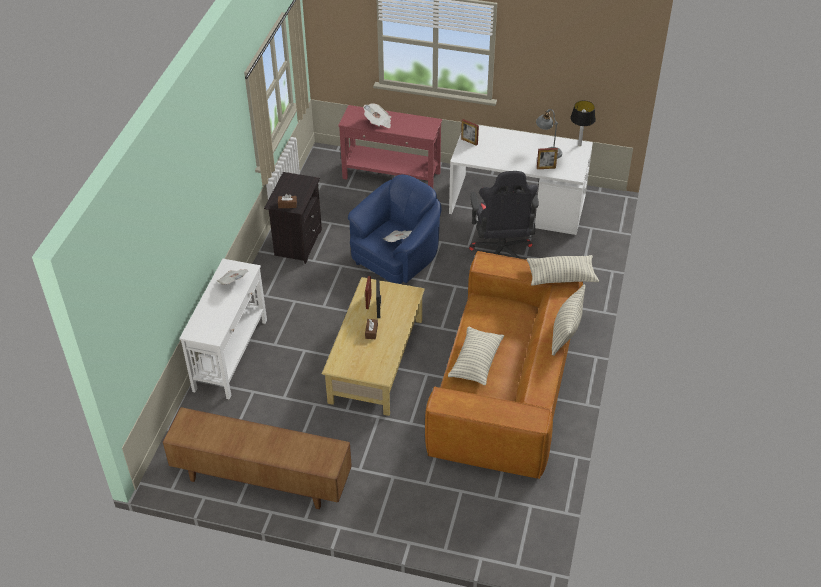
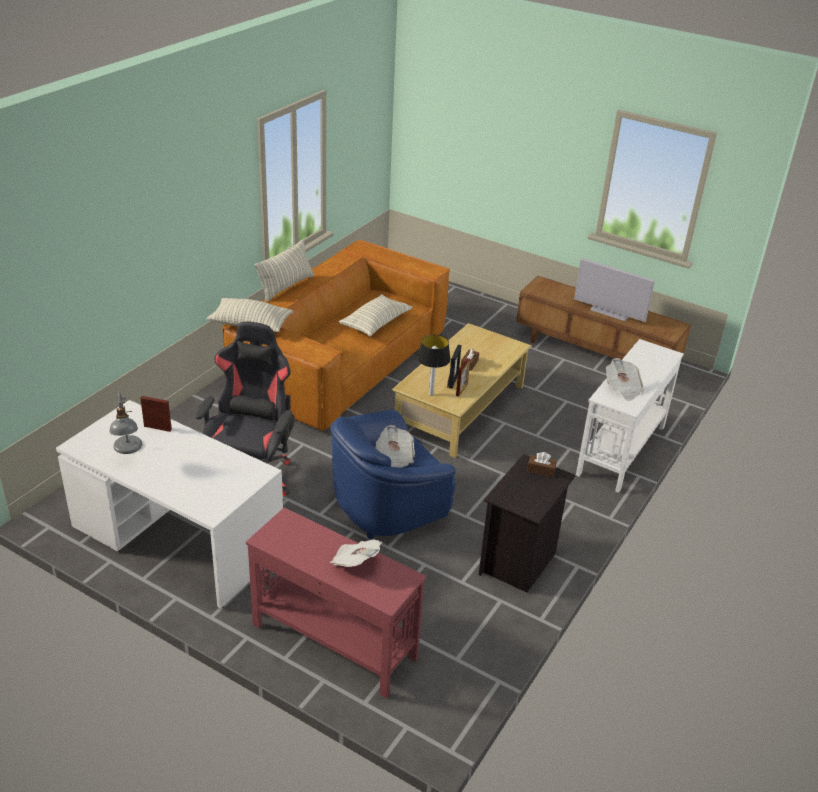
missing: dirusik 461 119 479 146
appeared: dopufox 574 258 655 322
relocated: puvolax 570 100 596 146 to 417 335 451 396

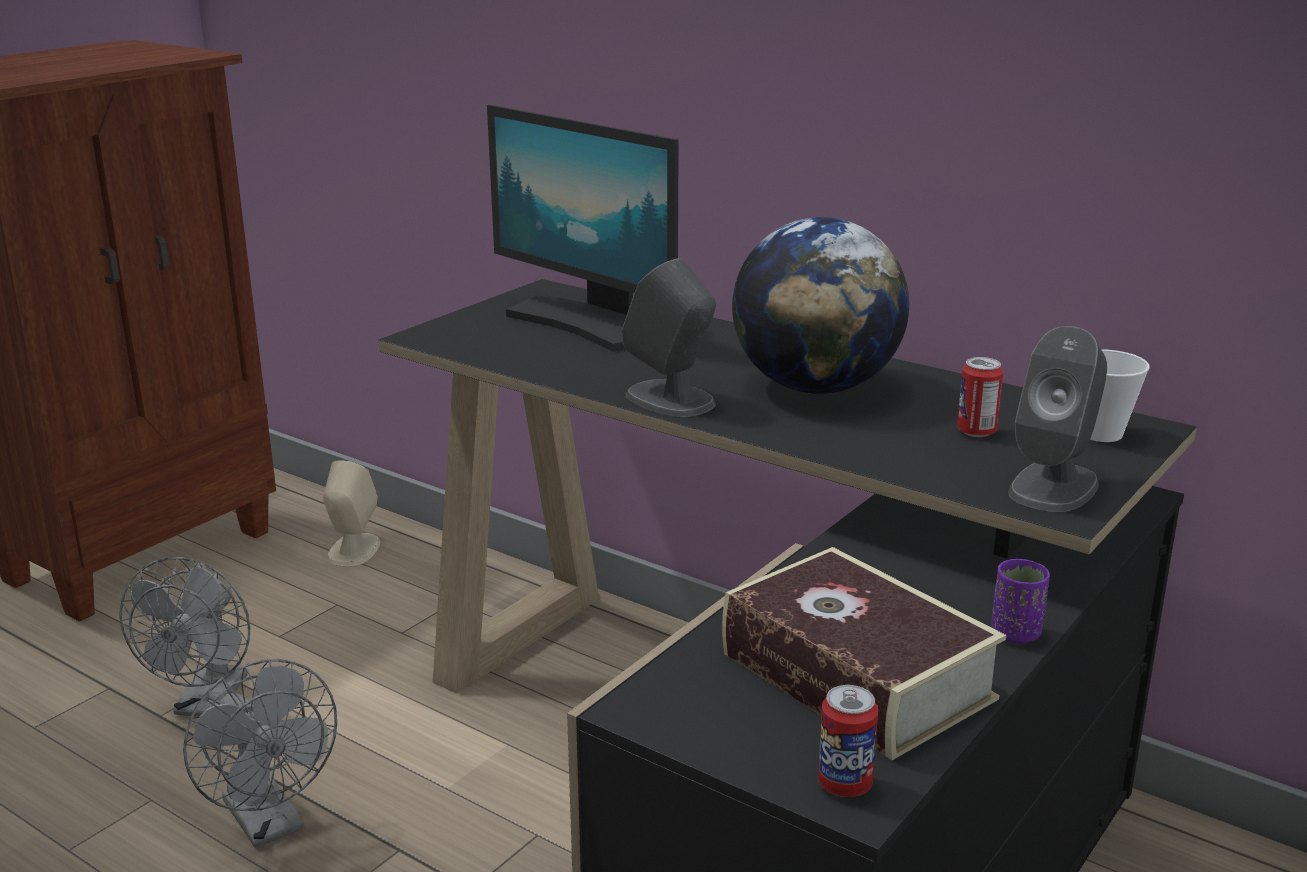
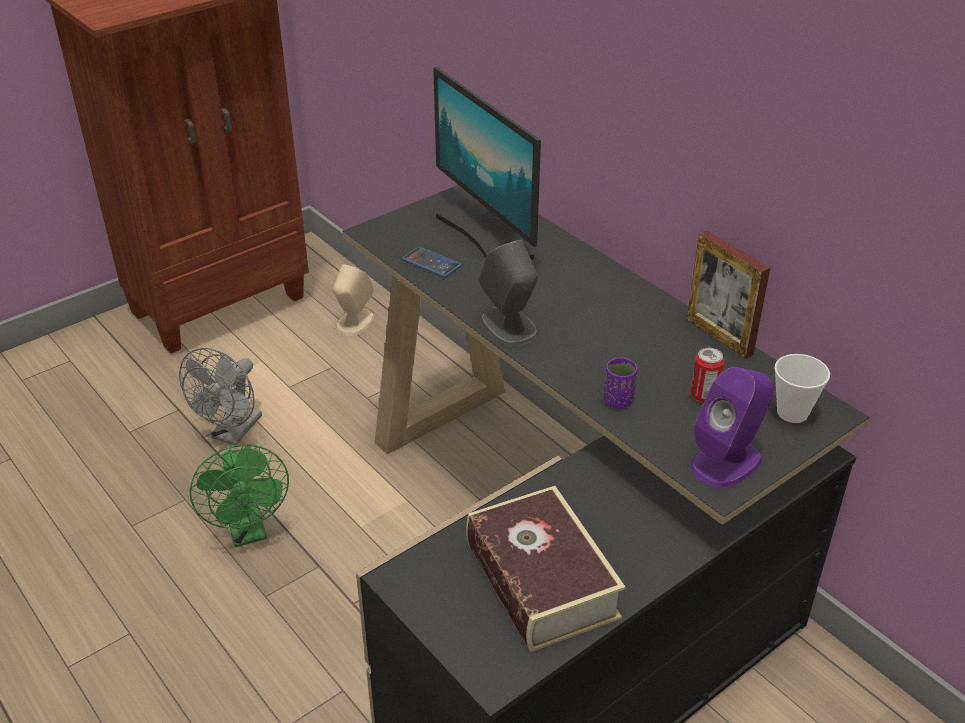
missing: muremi 732 217 909 394; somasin 818 685 878 797
appeared: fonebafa 402 247 462 278; dirusik 687 231 770 359
relocated: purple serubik 991 559 1050 644 to 603 358 637 408
colour: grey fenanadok 183 659 337 848 to green fenanadok 189 445 289 547; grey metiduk 1008 326 1107 512 to purple metiduk 690 367 774 488

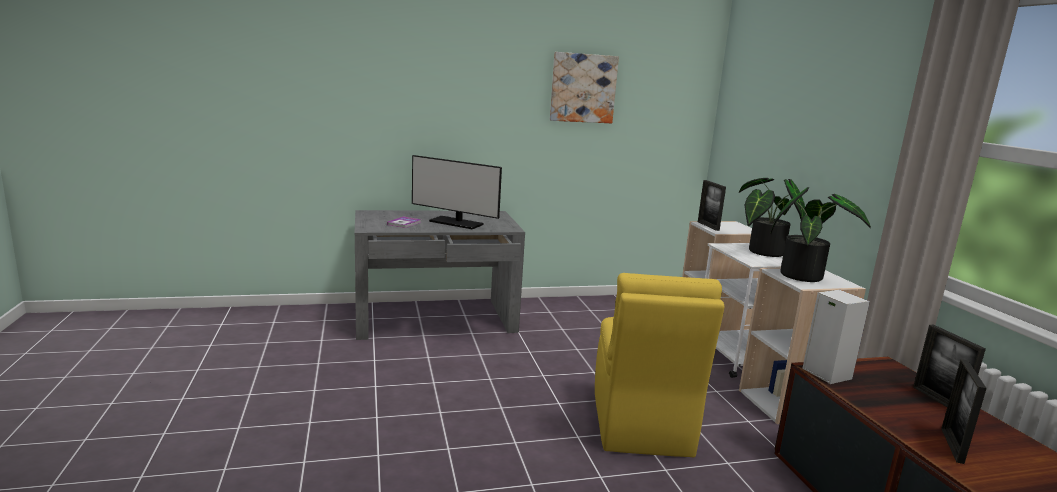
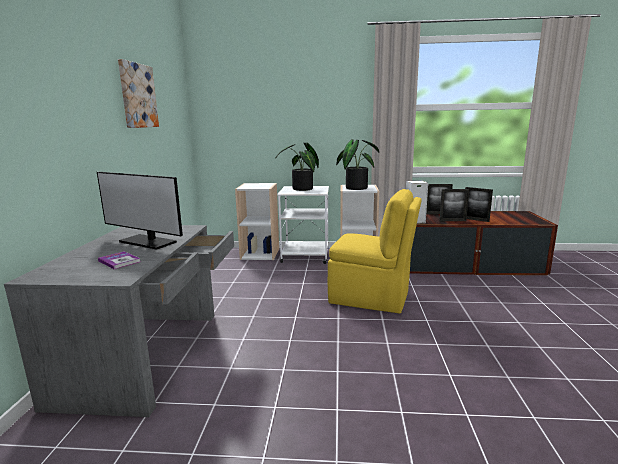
relocated: dirusik 698 180 726 231 to 440 189 469 221
spun: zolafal 412 155 502 229 = 97 172 183 250 75 degrees clockwise

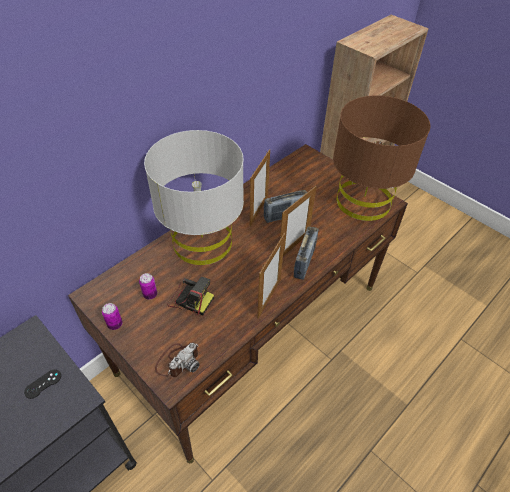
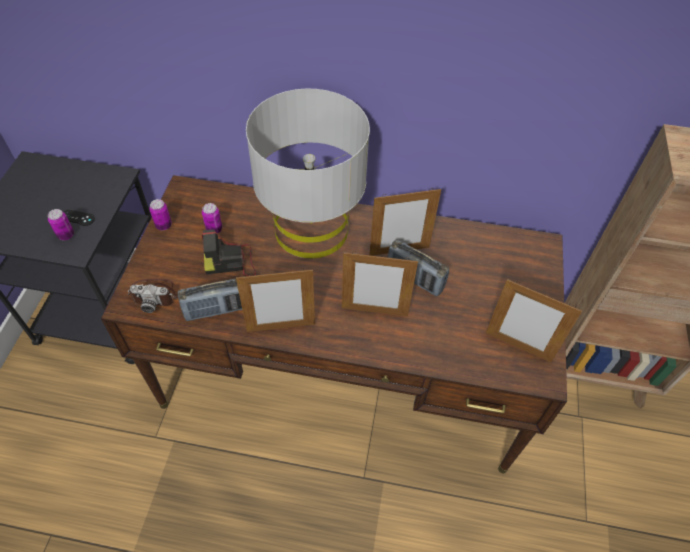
appeared: somasin 48 209 74 240
relocated: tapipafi 294 227 318 280 to 178 279 242 321
exchanged: brown puvolax 333 96 431 221 to dirusik 486 279 582 362
spun: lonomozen 167 277 214 315 = 202 230 256 276 90 degrees clockwise

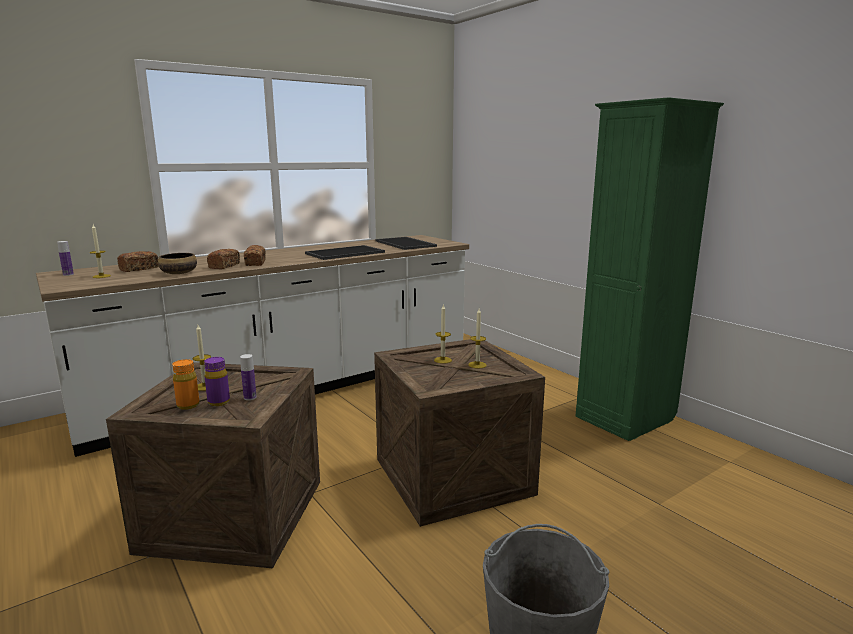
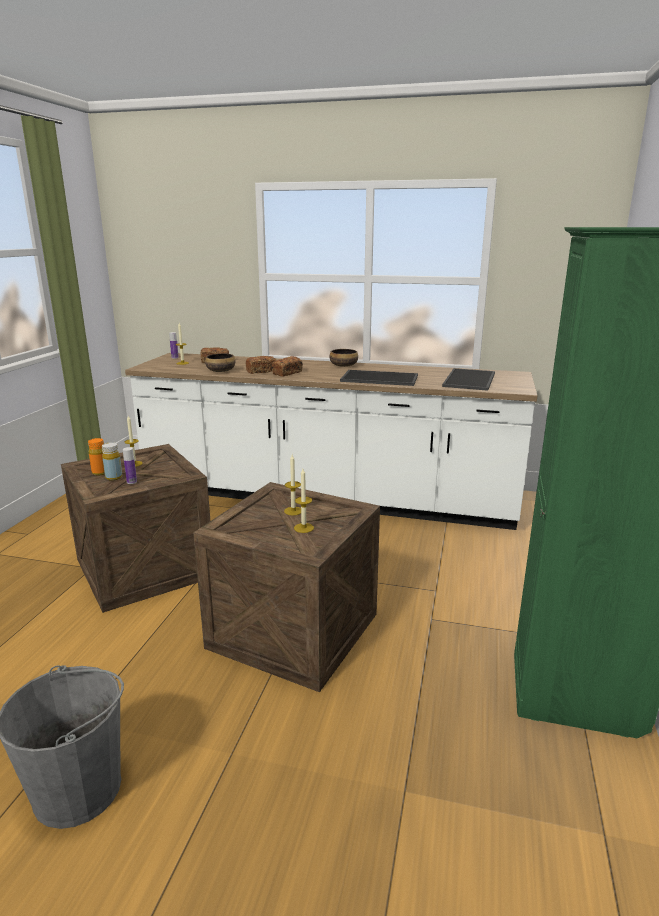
appeared: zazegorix 330 349 358 367
colour: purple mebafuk 204 357 230 406 to yellow mebafuk 102 442 122 481

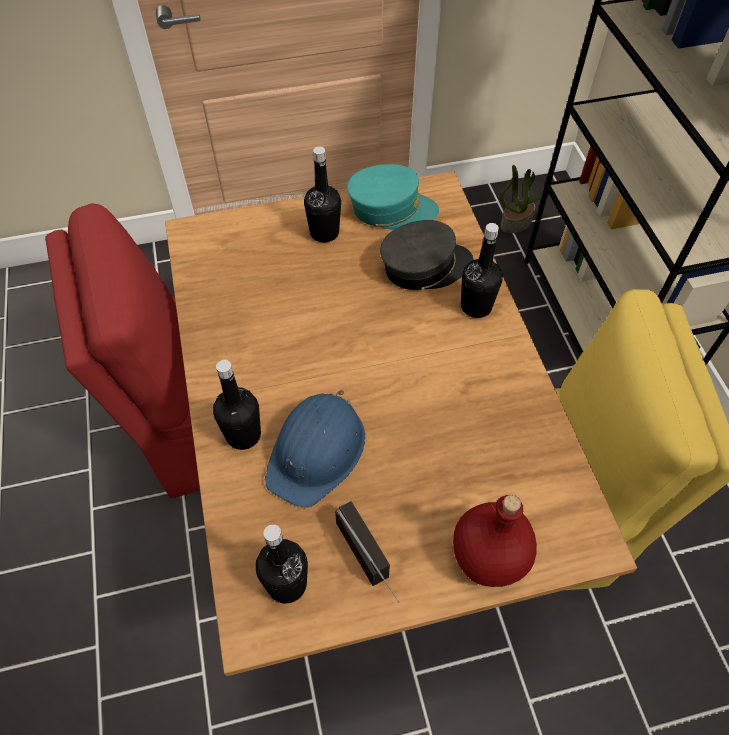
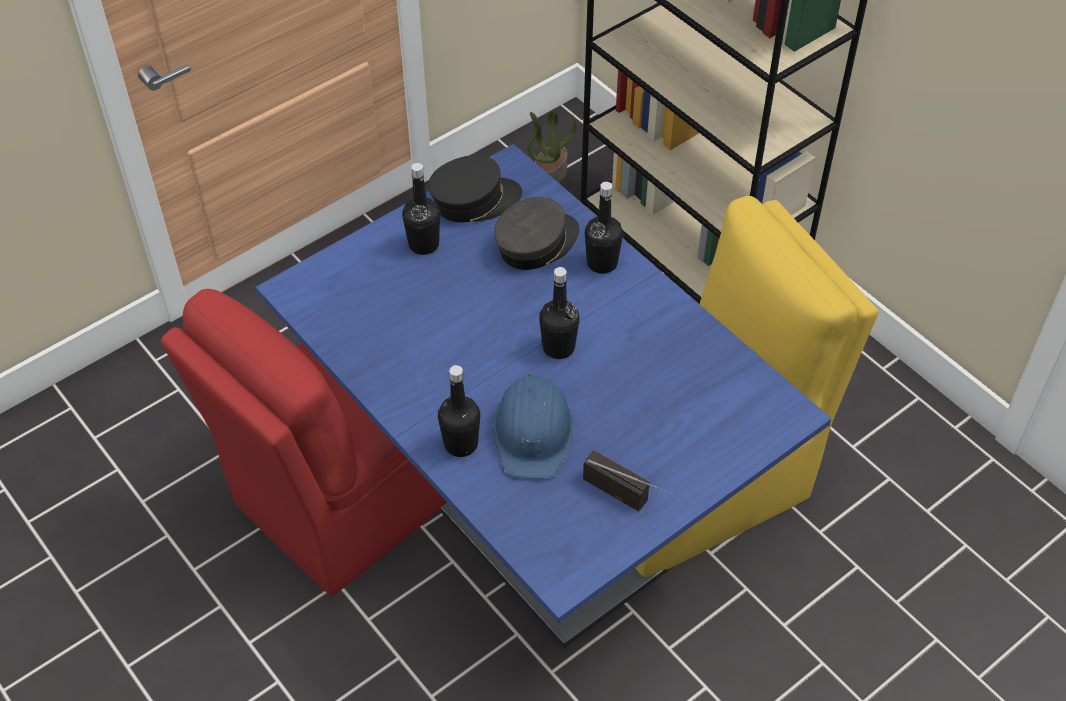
missing: red mebafuk 453 495 537 587
relocated: black mebafuk 256 524 308 603 to 539 267 580 359
colour: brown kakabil 165 171 637 676 to blue kakabil 256 144 831 648; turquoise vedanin 347 164 439 230 to black vedanin 428 155 522 222

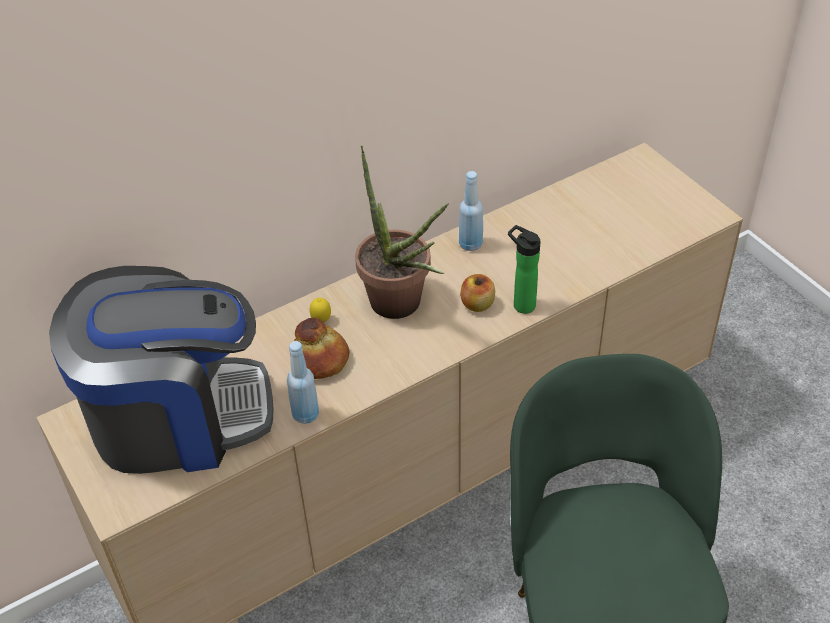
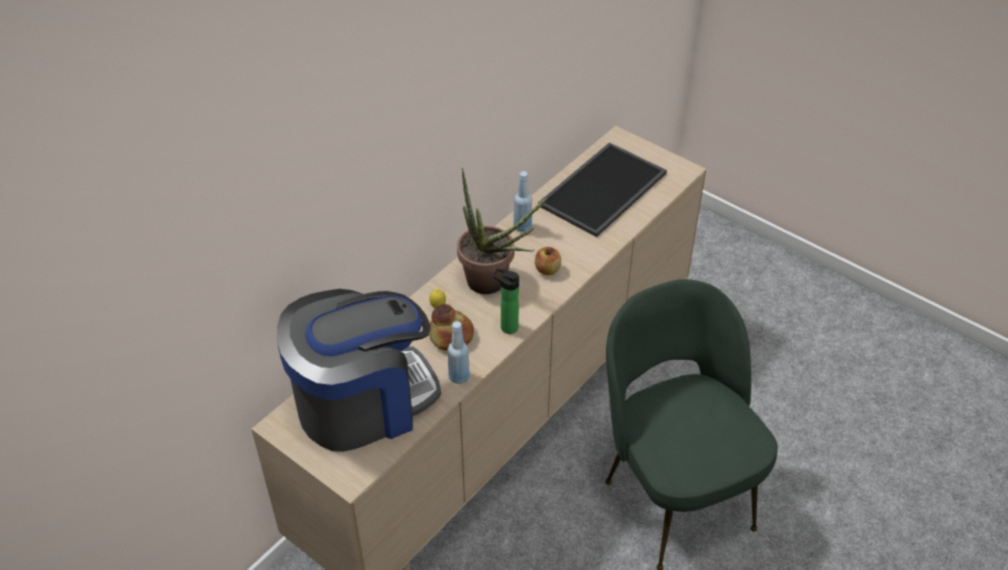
appeared: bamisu 538 142 667 237
relocated: mebafuk 508 225 540 314 to 493 268 519 334

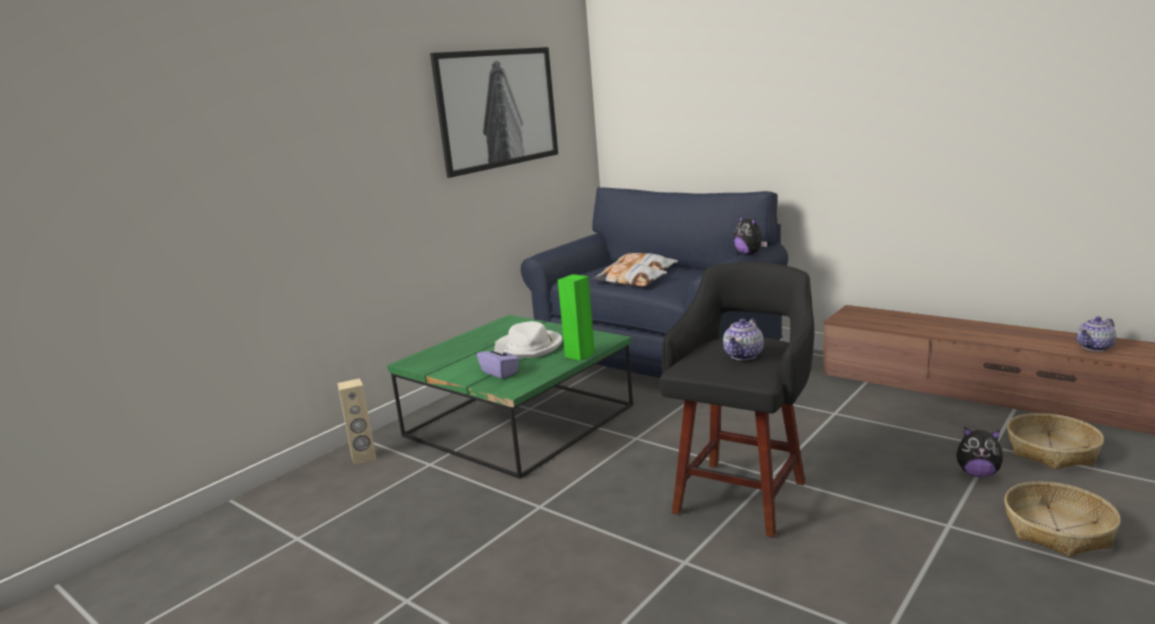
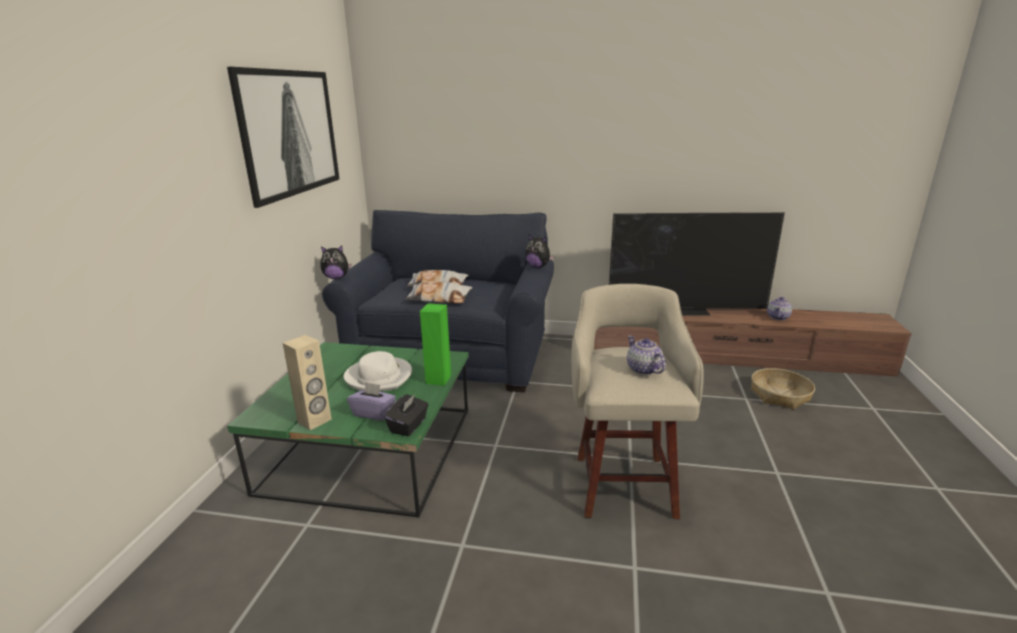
missing: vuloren 1004 482 1120 557
appeared: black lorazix 385 394 429 436; dopufox 609 212 785 316
relocated: beige metiduk 337 378 376 465 to 283 335 332 430; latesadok 956 427 1005 477 to 321 246 352 279
colour: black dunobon 660 262 814 537 to beige dunobon 571 284 704 519
spun: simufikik 723 319 764 360 = 627 336 666 375 150 degrees clockwise

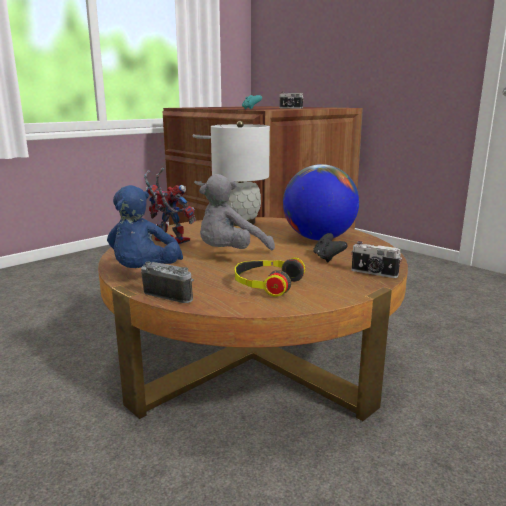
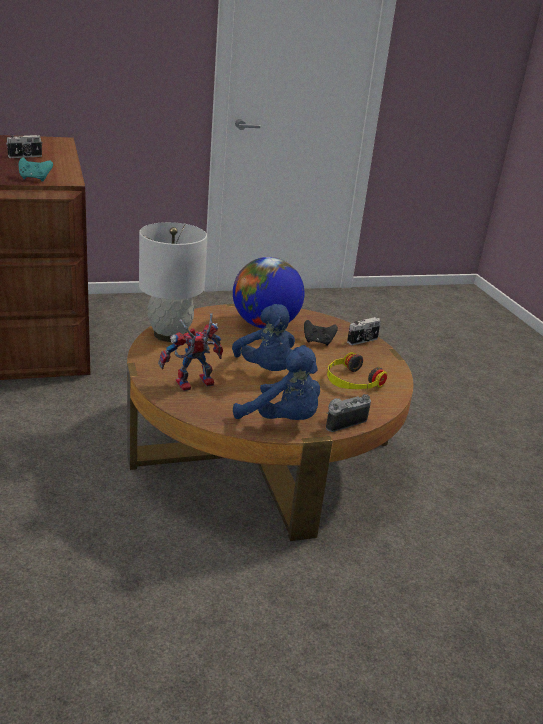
colour: grey latesadok 199 174 275 250 to blue latesadok 232 304 306 371

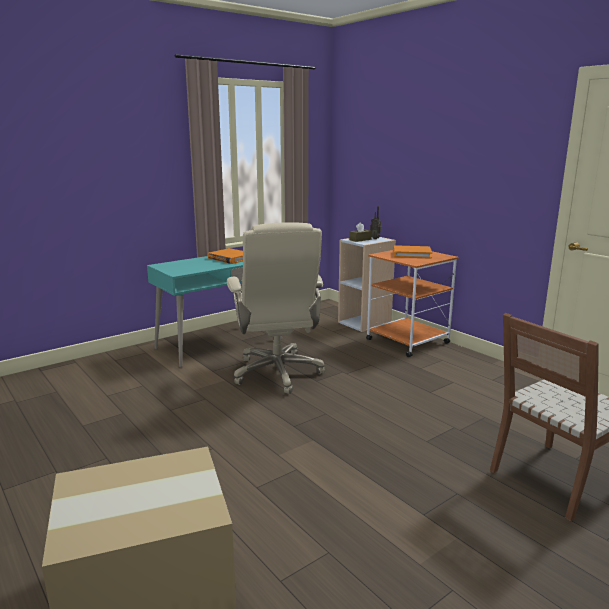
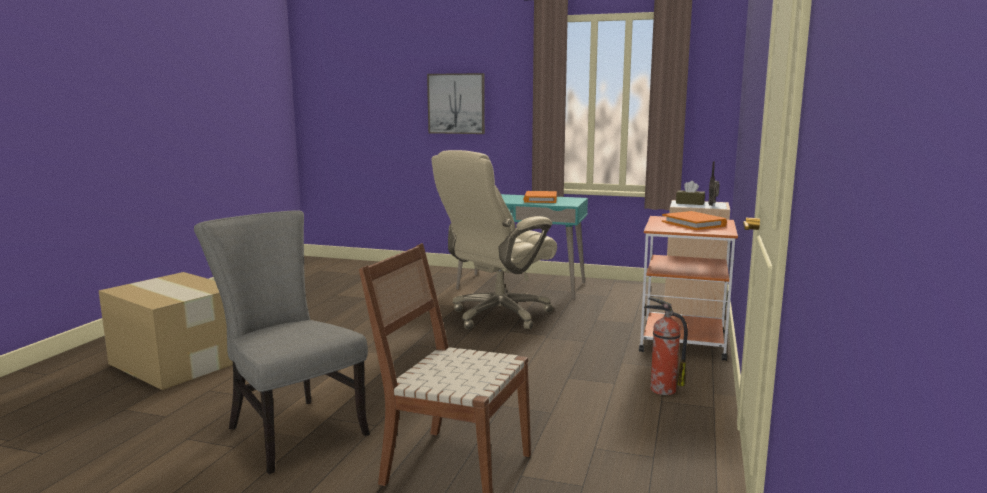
appeared: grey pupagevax 194 210 370 474; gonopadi 427 73 485 134; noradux 644 297 688 395

